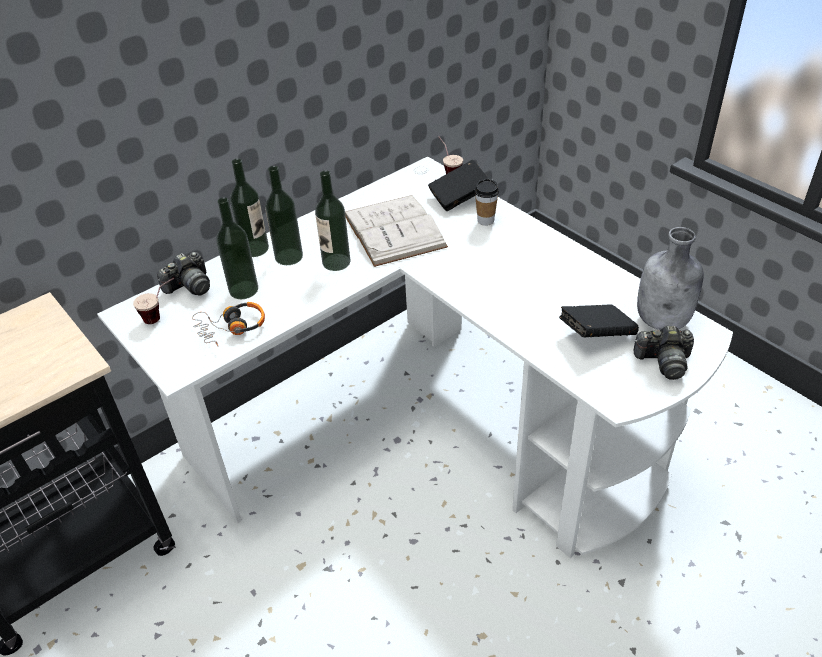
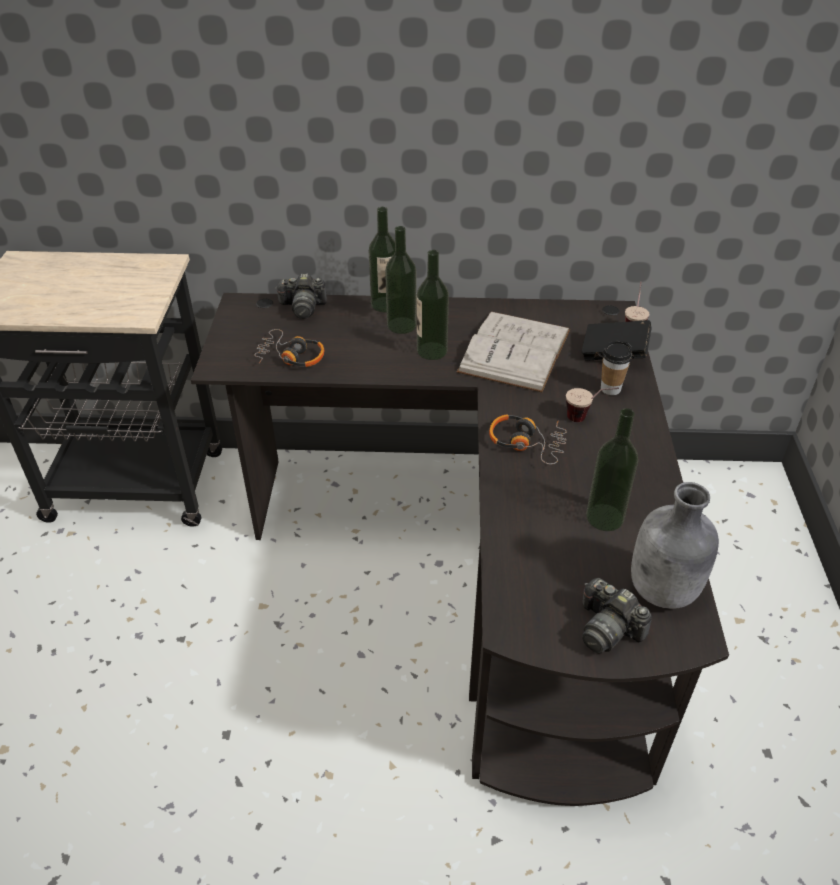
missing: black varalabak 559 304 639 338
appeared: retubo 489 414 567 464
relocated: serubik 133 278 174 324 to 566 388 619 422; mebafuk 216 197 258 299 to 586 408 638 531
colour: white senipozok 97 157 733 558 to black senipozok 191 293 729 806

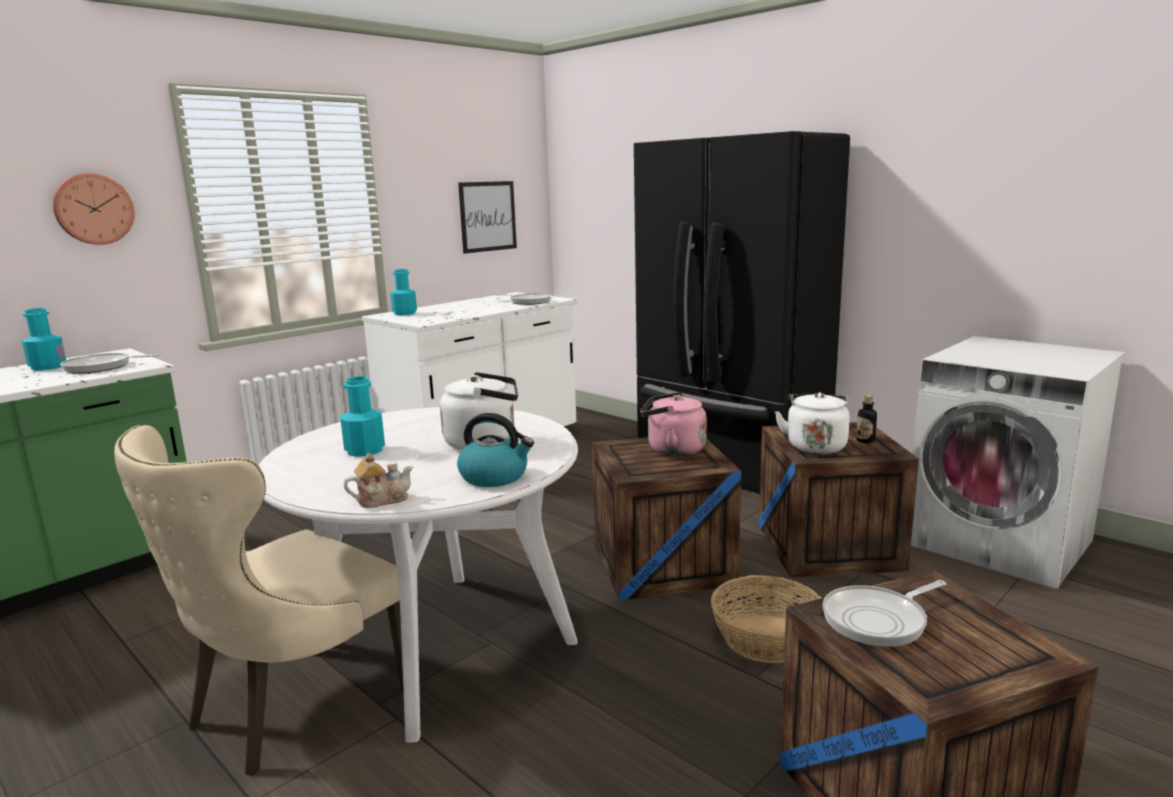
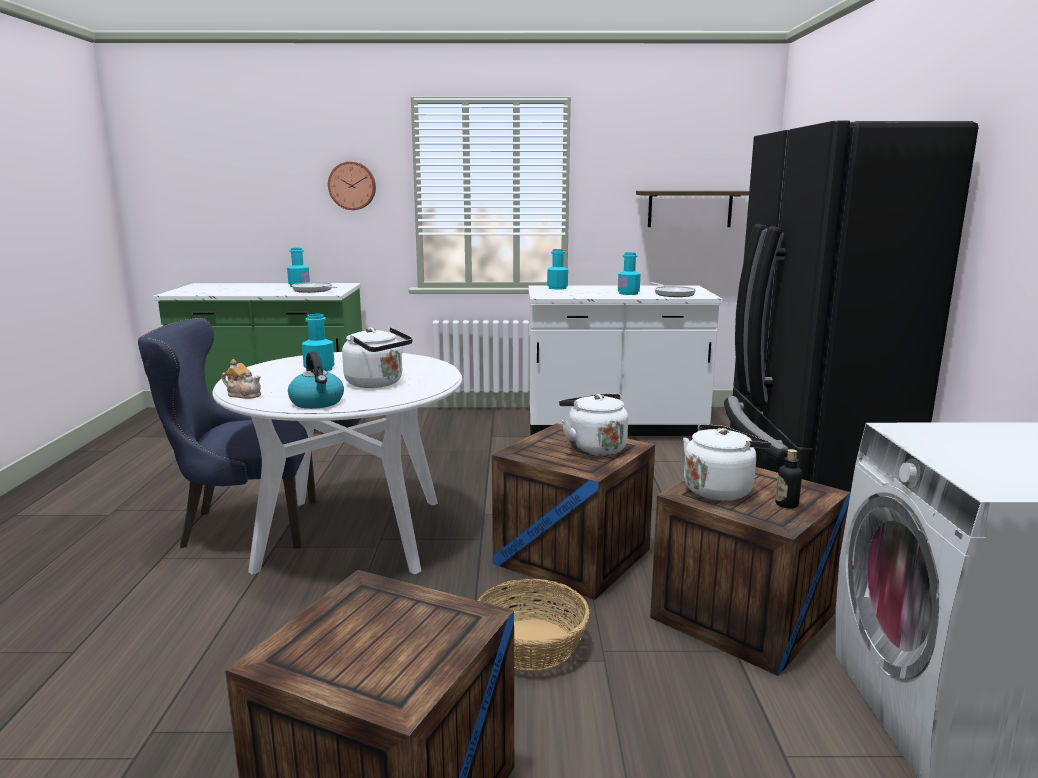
missing: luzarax 822 580 946 647
appeared: turquoise mebafuk 618 252 641 295
exchanged: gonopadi 458 181 517 254 to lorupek 636 191 749 227
colour: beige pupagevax 114 424 404 776 to blue pupagevax 138 318 316 549; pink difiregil 640 392 707 456 to white difiregil 559 394 628 456

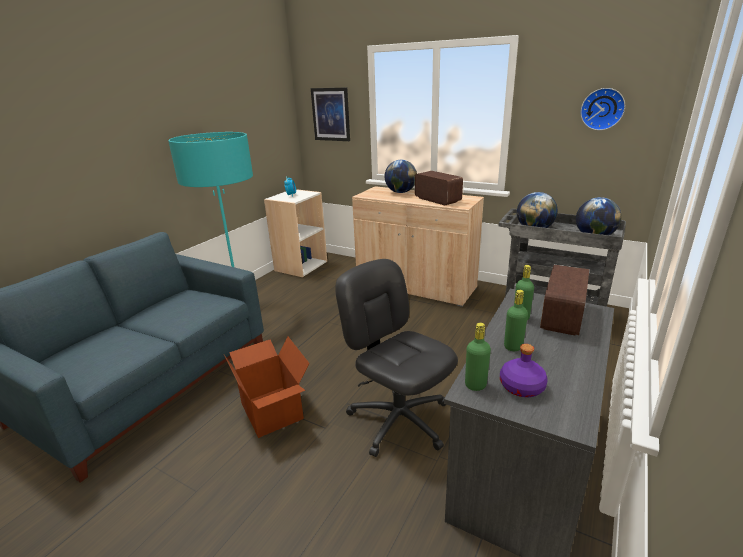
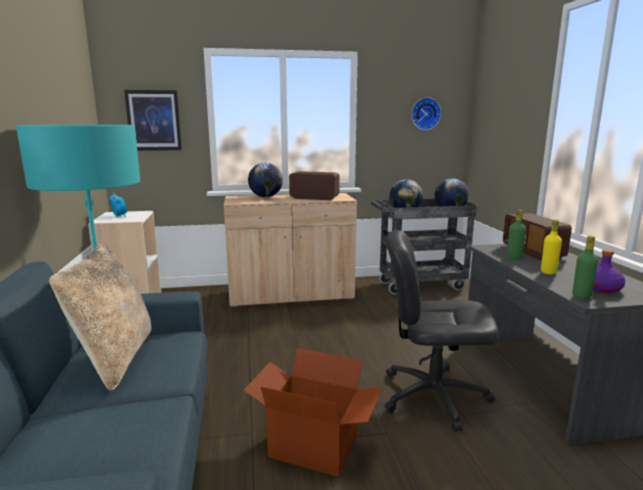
appeared: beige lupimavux 49 243 151 390
colour: green mebafuk 504 290 528 351 to yellow mebafuk 541 219 562 274

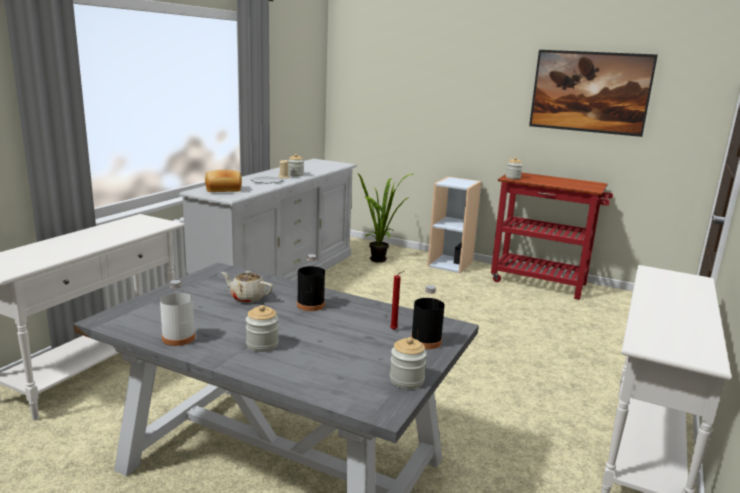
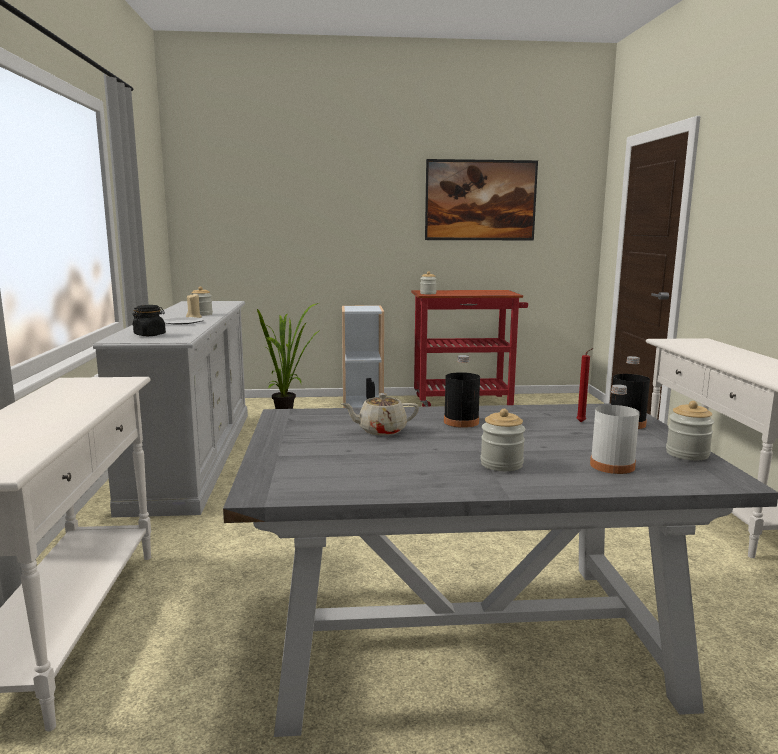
relocated: white mebafuk 160 280 195 346 to 590 384 640 474
exchanged: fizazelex 205 169 242 192 to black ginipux 132 305 166 336

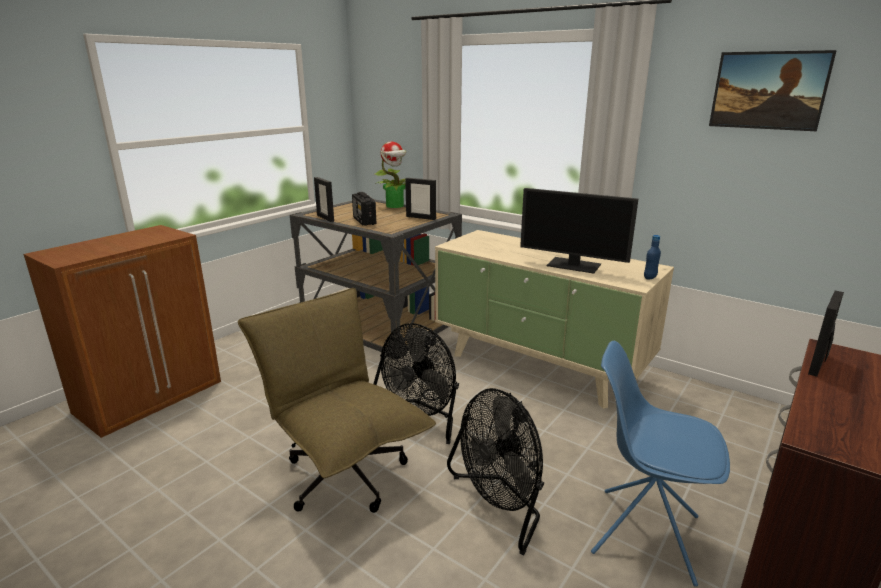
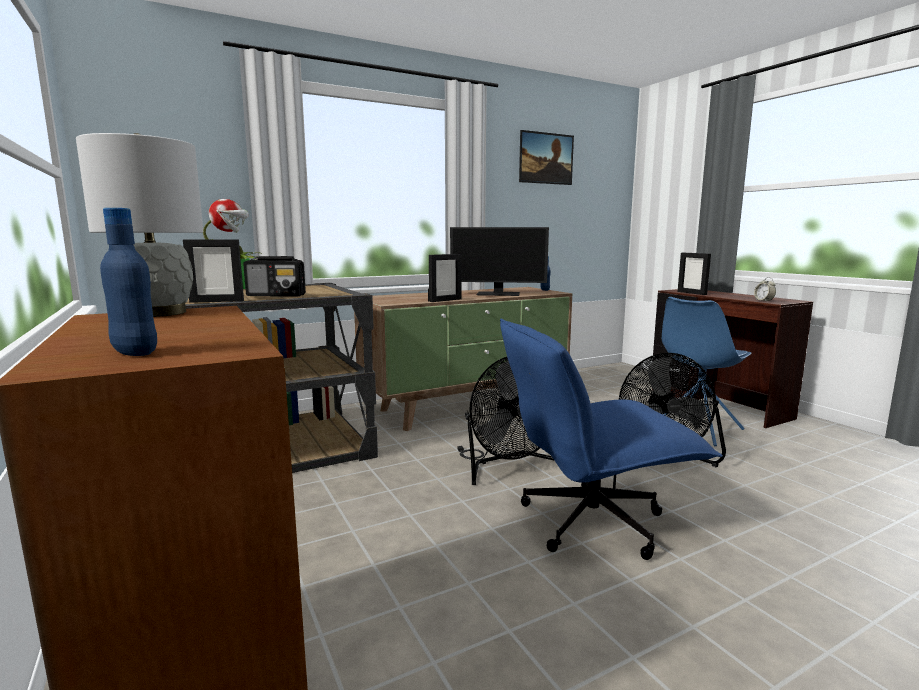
appeared: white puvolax 76 133 203 317; blue mebafuk 100 208 157 356; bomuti 754 277 776 302
relocated: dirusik 405 178 436 220 to 428 254 462 302
colour: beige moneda 435 230 674 409 to green moneda 354 287 573 431; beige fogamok 238 288 436 513 to blue fogamok 500 319 723 560
spun: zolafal 520 188 638 274 = 450 227 549 296 45 degrees clockwise

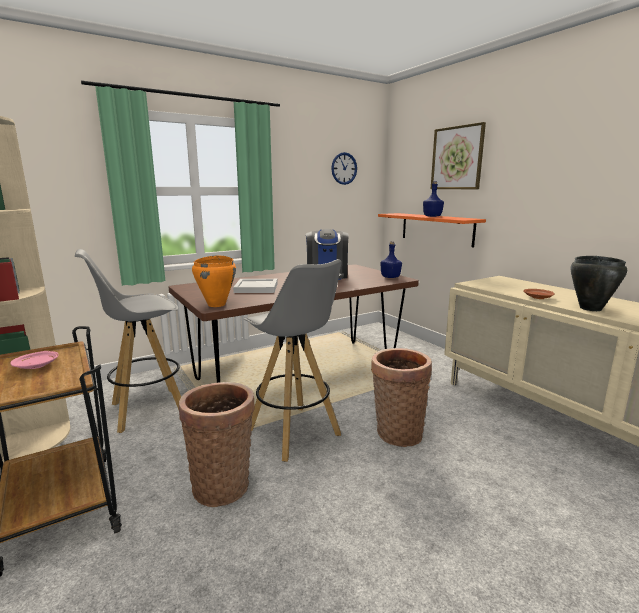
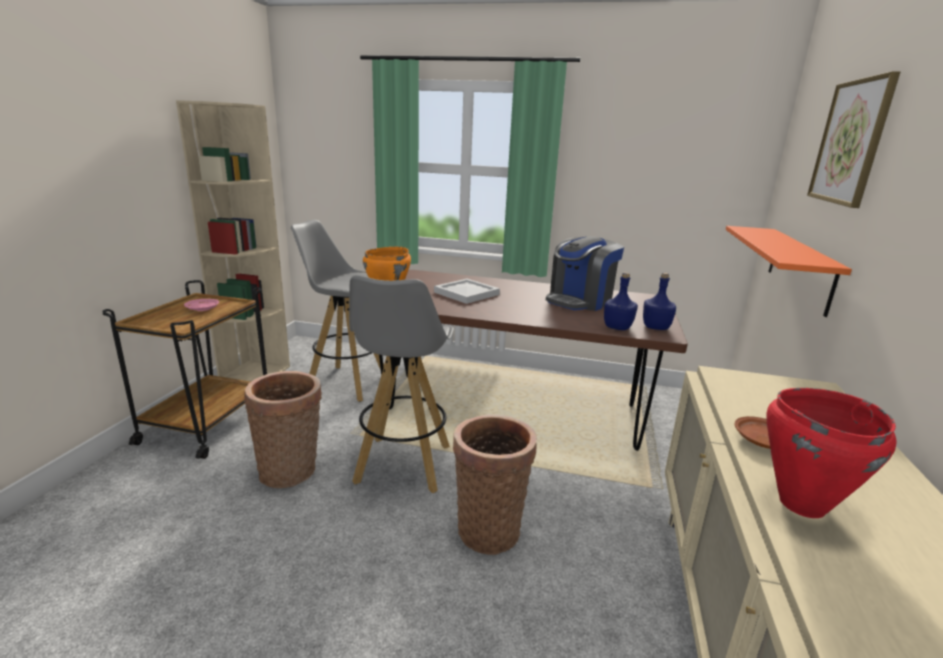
missing: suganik 331 152 357 185
relocated: blue mebafuk 423 181 444 217 to 604 272 638 330
colour: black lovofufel 571 256 627 311 to red lovofufel 767 388 897 518

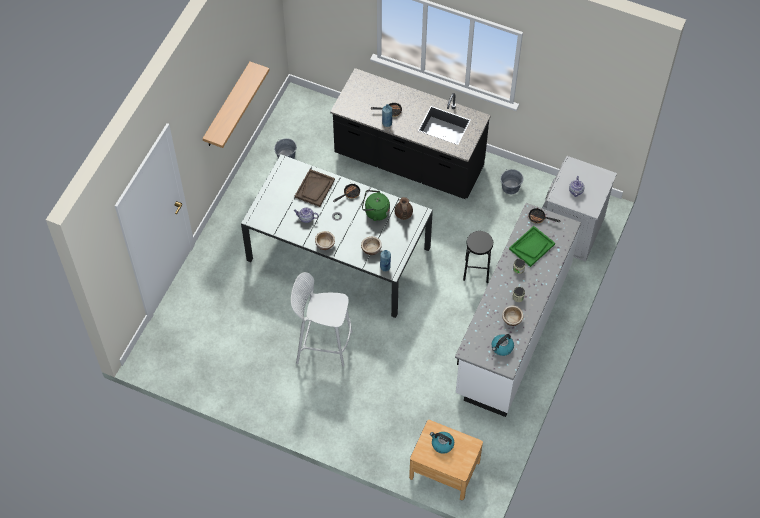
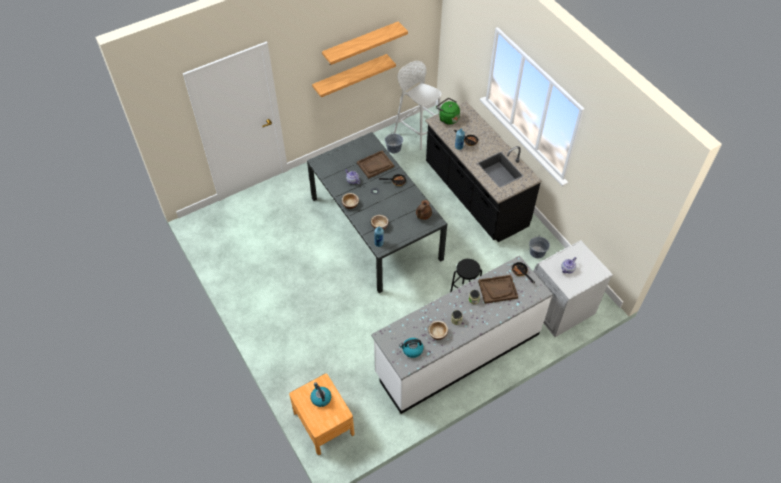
appeared: lorupek 322 21 408 65
relocated: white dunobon 291 272 353 367 to 394 61 442 150; green difiregil 362 190 390 221 to 436 98 460 125
colour: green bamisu 509 226 555 267 to brown bamisu 478 275 518 304

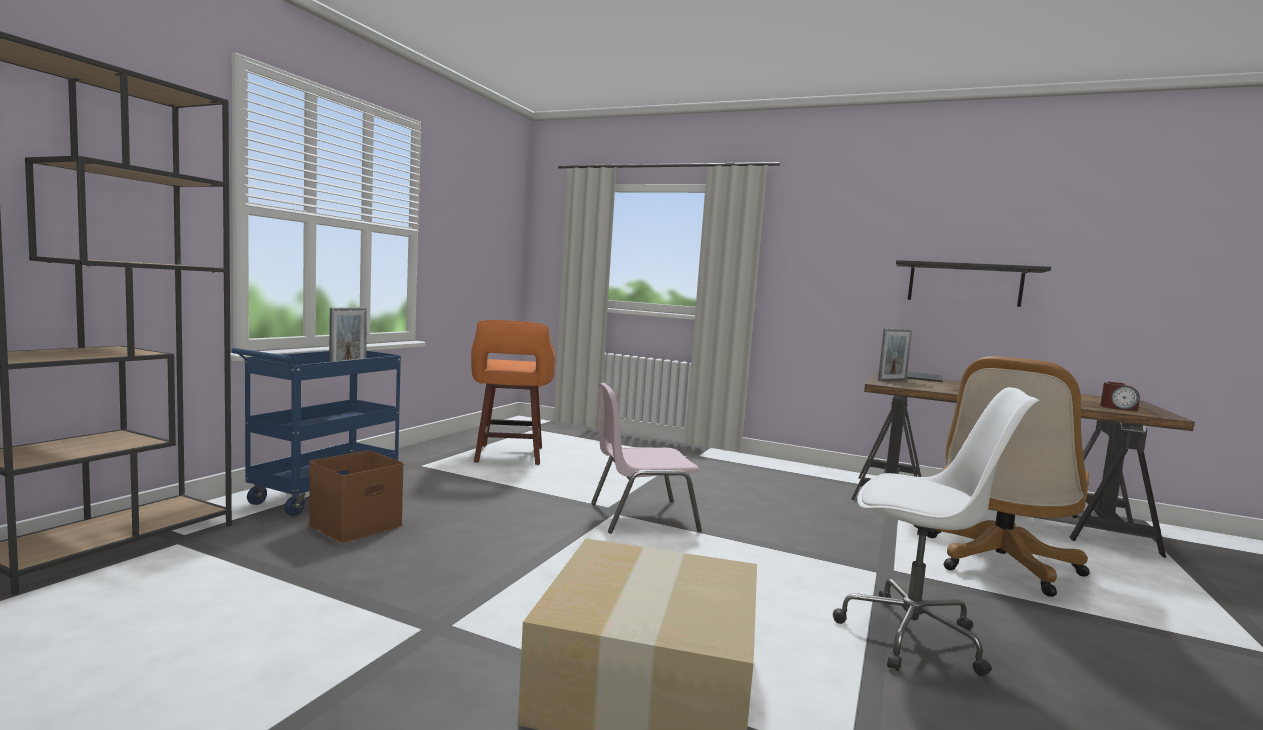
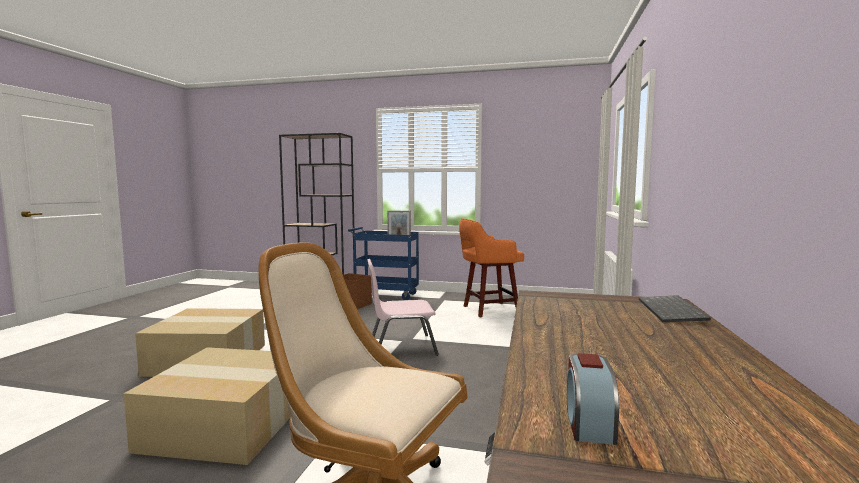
missing: dirusik 878 329 912 381; black lorupek 896 260 1051 307
exchanged: white fogamok 833 387 1040 676 to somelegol 124 347 291 465
spun: pink pupagevax 591 383 702 534 = 367 259 439 356 75 degrees counterclockwise

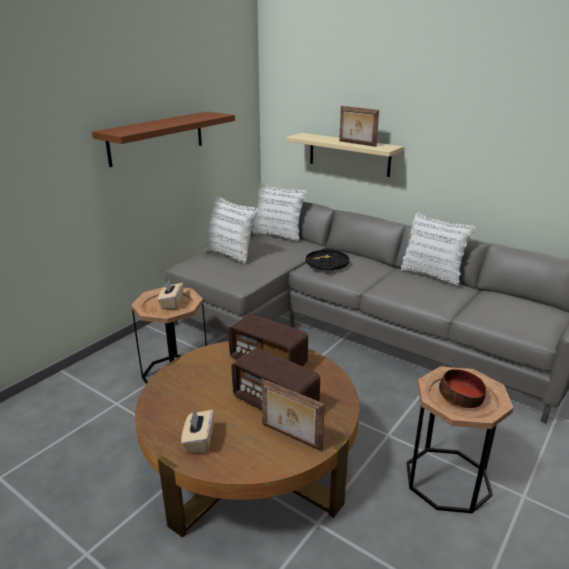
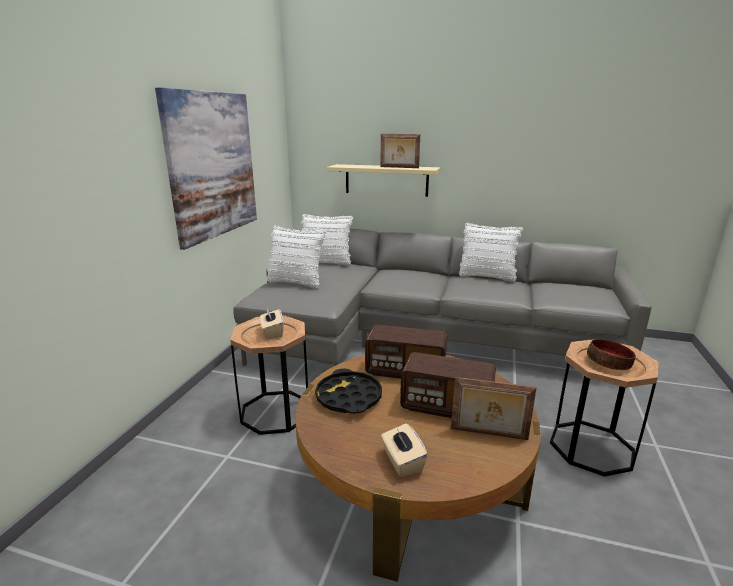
relocated: black bamisu 306 248 349 270 to 315 369 382 414
exchanged: brown lorupek 92 112 235 167 to gonopadi 155 87 257 250

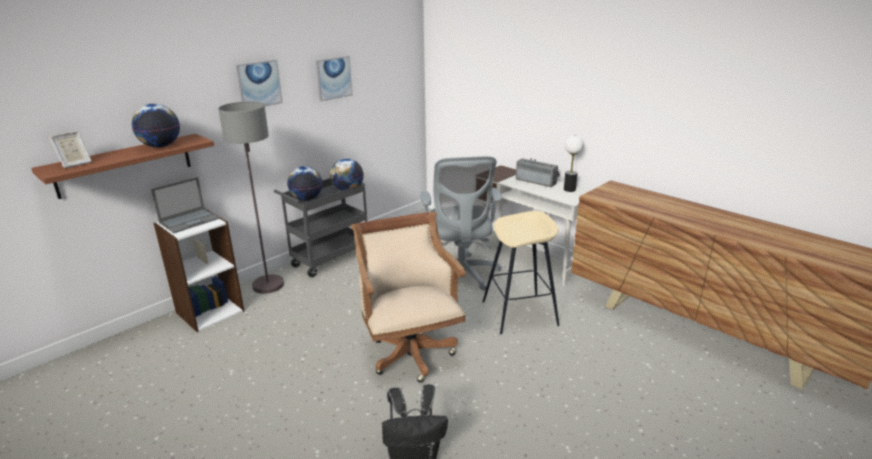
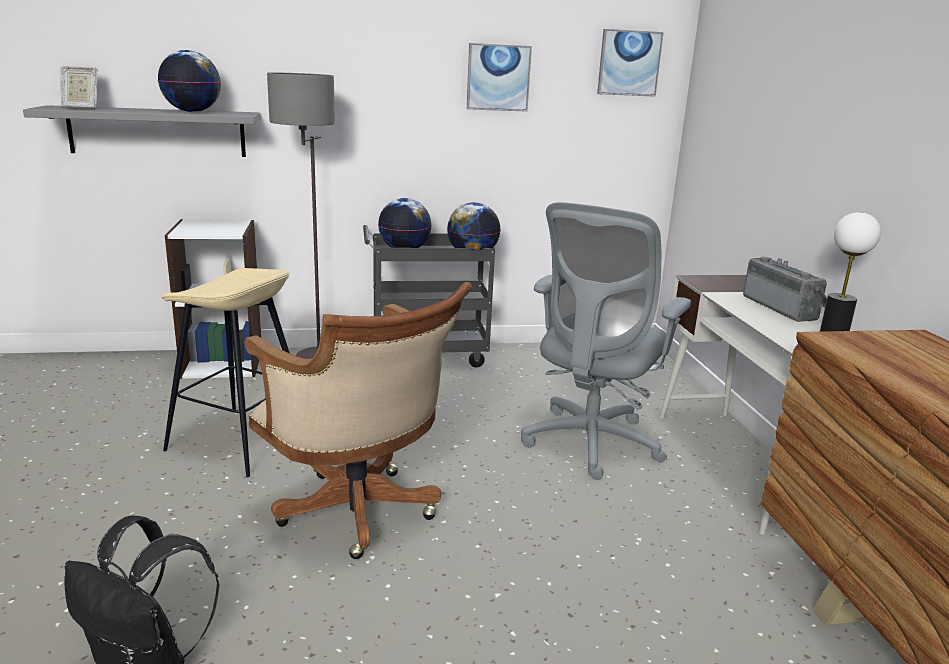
missing: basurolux 151 177 220 233
relocated: beige dunobon 483 211 559 335 to 162 268 290 477; gonopadi 236 60 283 106 to 597 29 664 97
colour: brown lorupek 31 134 214 199 to grey lorupek 23 105 260 157
spun: fogamok 351 212 465 383 = 245 282 472 559 120 degrees clockwise

